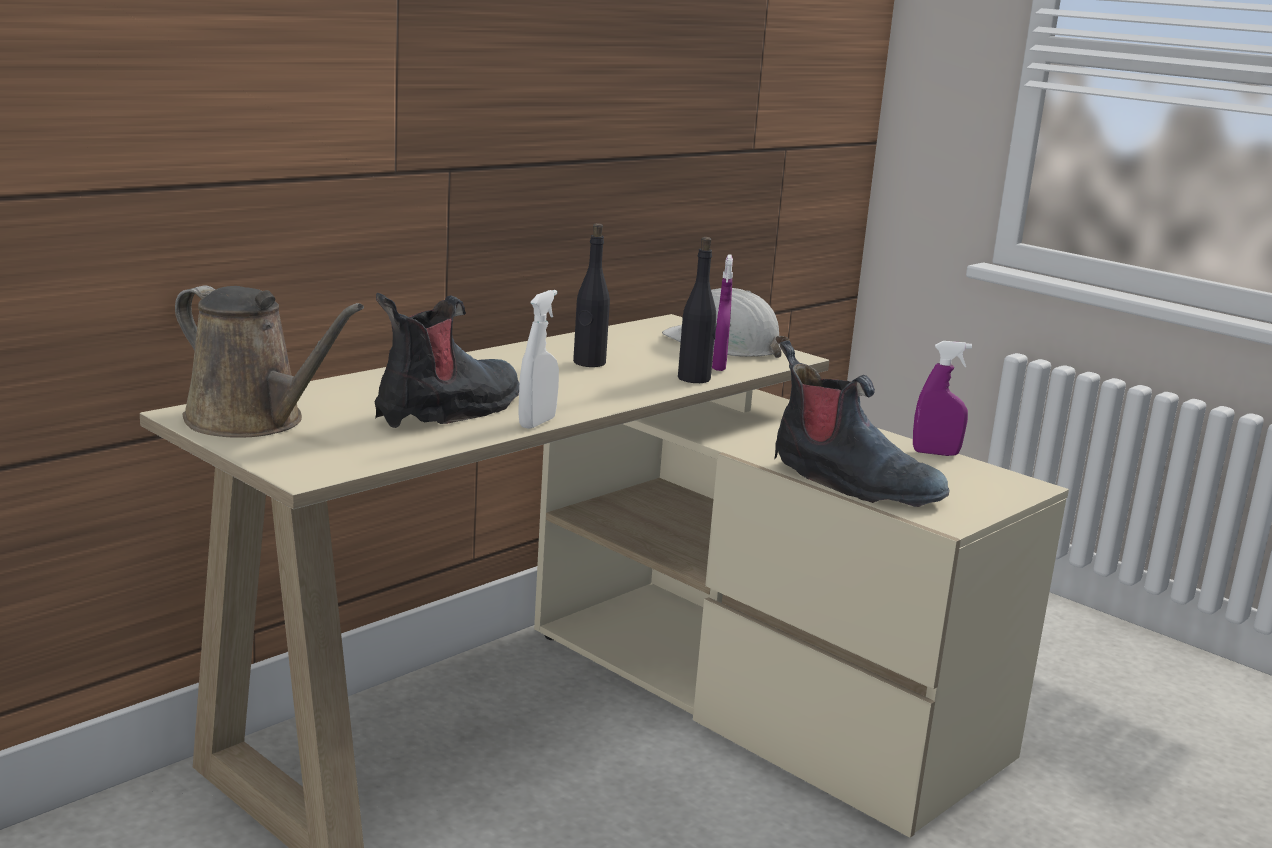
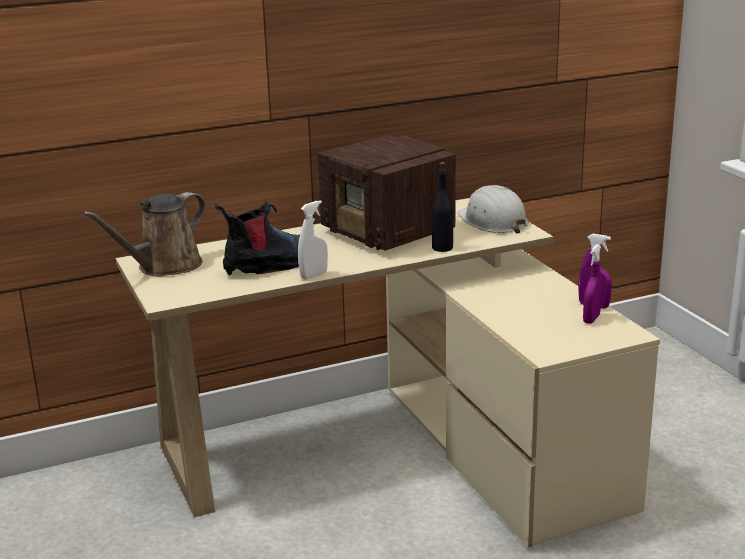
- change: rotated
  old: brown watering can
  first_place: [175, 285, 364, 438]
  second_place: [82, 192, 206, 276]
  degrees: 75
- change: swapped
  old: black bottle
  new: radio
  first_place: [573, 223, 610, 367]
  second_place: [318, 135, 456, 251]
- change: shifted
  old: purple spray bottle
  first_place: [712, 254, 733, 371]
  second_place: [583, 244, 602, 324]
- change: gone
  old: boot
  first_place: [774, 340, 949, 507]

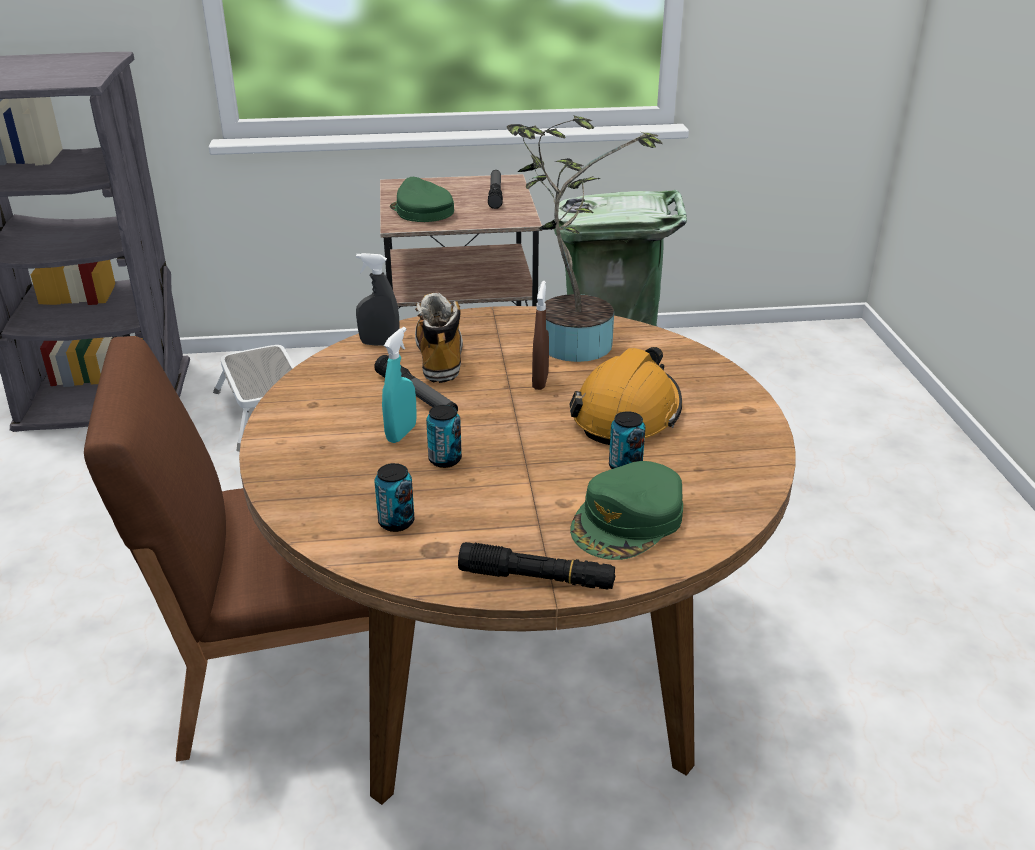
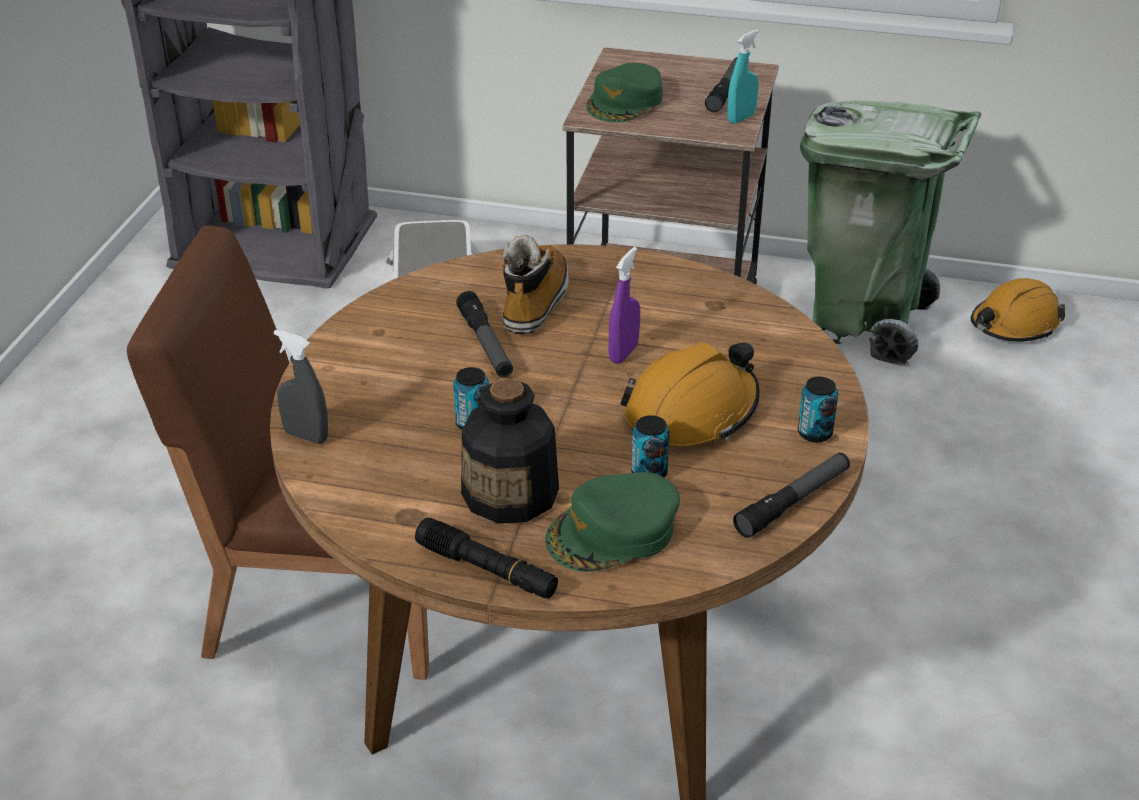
- change: shifted
  old: grey spray bottle
  first_place: [356, 253, 400, 346]
  second_place: [274, 330, 328, 444]
- change: shifted
  old: can
  first_place: [374, 463, 415, 532]
  second_place: [798, 376, 838, 442]
- change: shifted
  old: turquoise spray bottle
  first_place: [382, 327, 417, 443]
  second_place: [727, 29, 759, 124]
- change: rotated
  old: green cap
  first_place: [390, 177, 454, 222]
  second_place: [587, 63, 663, 122]
  degrees: -135
- change: gone
  old: potted plant
  first_place: [507, 115, 663, 362]
- change: repainted
  old: brown spray bottle
  new: purple spray bottle
  first_place: [532, 281, 549, 390]
  second_place: [609, 247, 640, 364]
- change: new
  new: bottle
  second_place: [461, 379, 559, 523]
- change: new
  new: flashlight
  second_place: [733, 453, 850, 538]
- change: new
  new: orange hard hat
  second_place: [971, 278, 1065, 342]

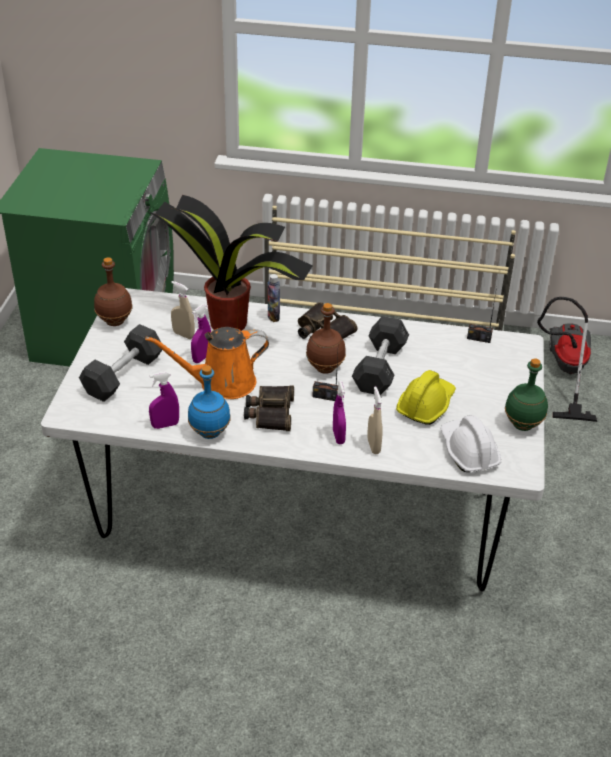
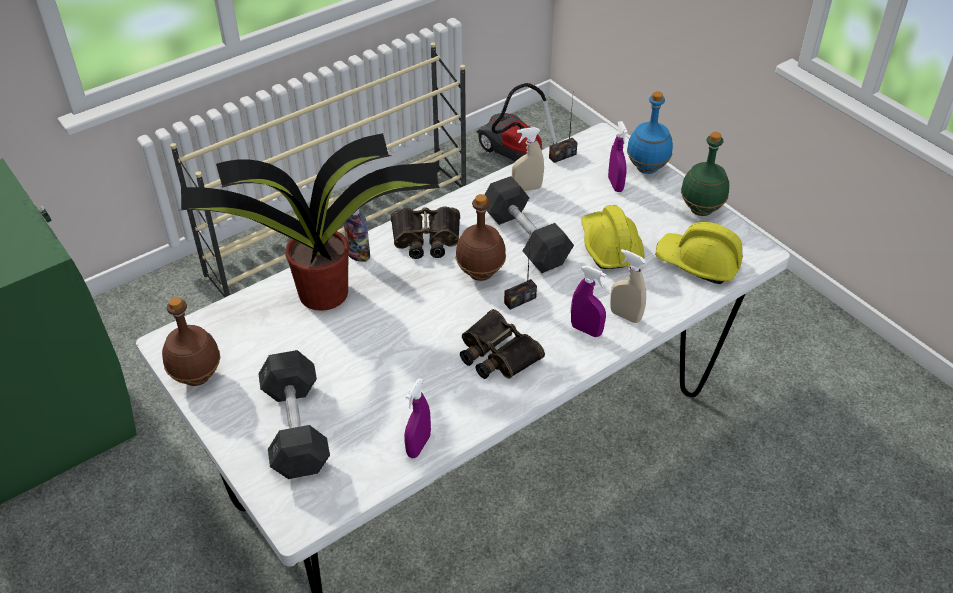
- change: gone
  old: orange watering can
  first_place: [145, 327, 269, 399]
- change: shifted
  old: beige spray bottle
  first_place: [171, 281, 195, 339]
  second_place: [512, 127, 544, 191]
- change: shifted
  old: blue bottle
  first_place: [188, 365, 231, 439]
  second_place: [627, 91, 673, 174]
- change: shifted
  old: purple spray bottle
  first_place: [191, 304, 211, 363]
  second_place: [608, 121, 628, 192]
- change: repainted
  old: white hard hat
  new: yellow hard hat
  first_place: [440, 415, 501, 472]
  second_place: [655, 222, 743, 284]

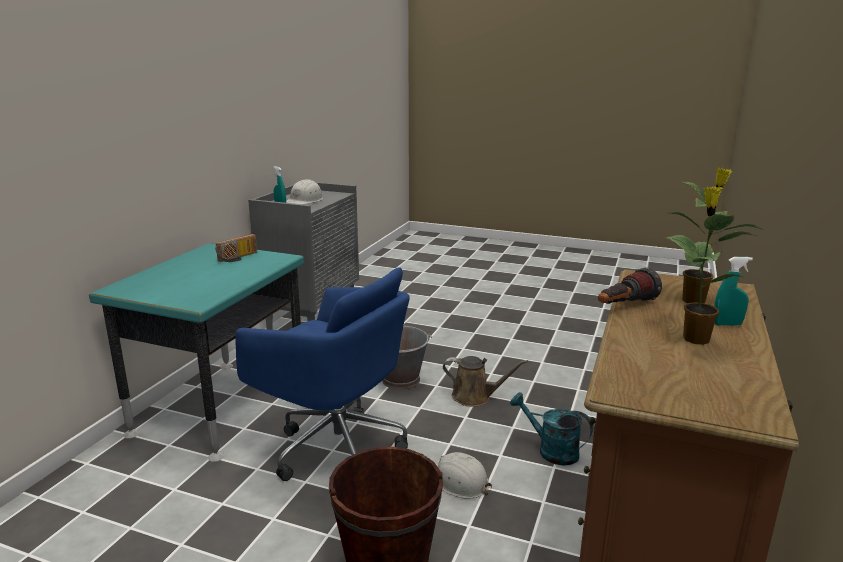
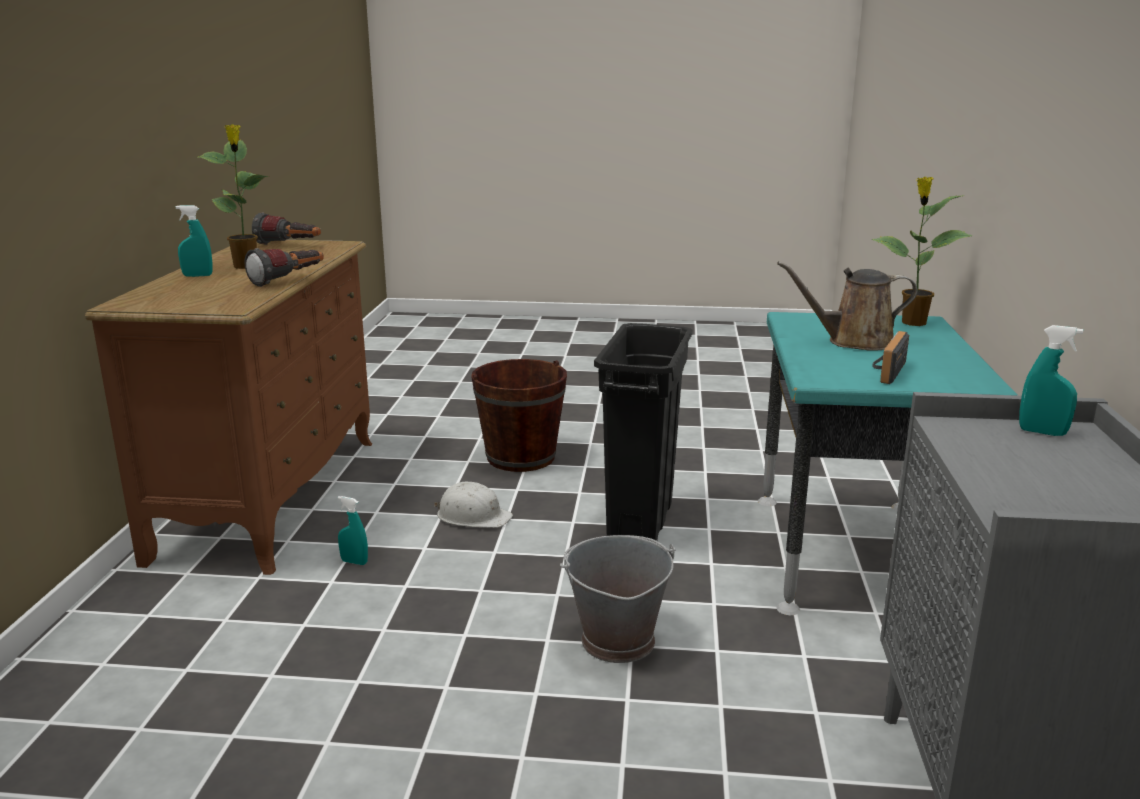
- change: swapped
  old: blue office chair
  new: black trash can
  first_place: [235, 267, 410, 481]
  second_place: [594, 323, 693, 541]
- change: gone
  old: white hard hat
  first_place: [286, 179, 324, 204]
- change: shifted
  old: brown watering can
  first_place: [443, 356, 528, 407]
  second_place: [777, 261, 917, 351]
- change: swapped
  old: turquoise watering can
  new: turquoise spray bottle
  first_place: [510, 392, 593, 465]
  second_place: [338, 496, 368, 565]
- change: shifted
  old: potted plant
  first_place: [670, 168, 758, 303]
  second_place: [872, 177, 973, 326]
- change: new
  new: flashlight
  second_place: [252, 213, 321, 245]

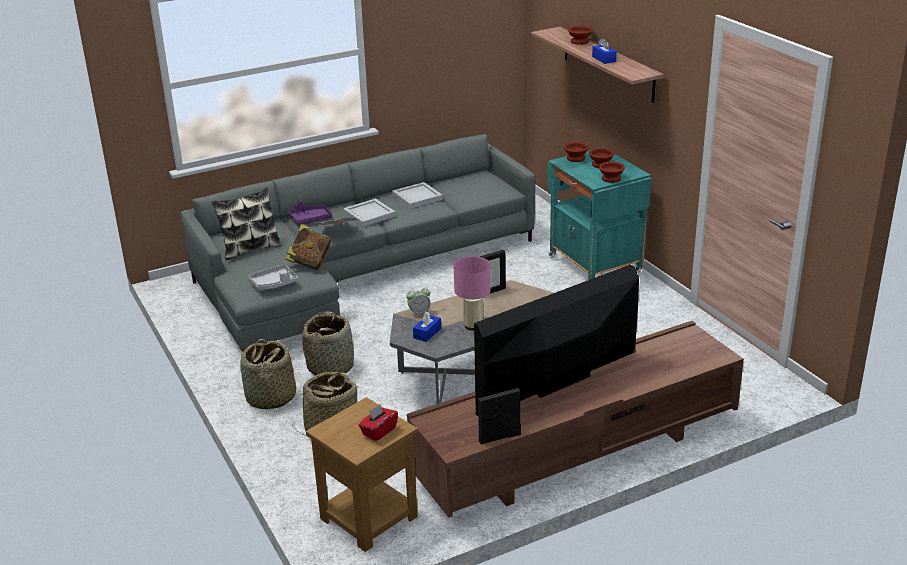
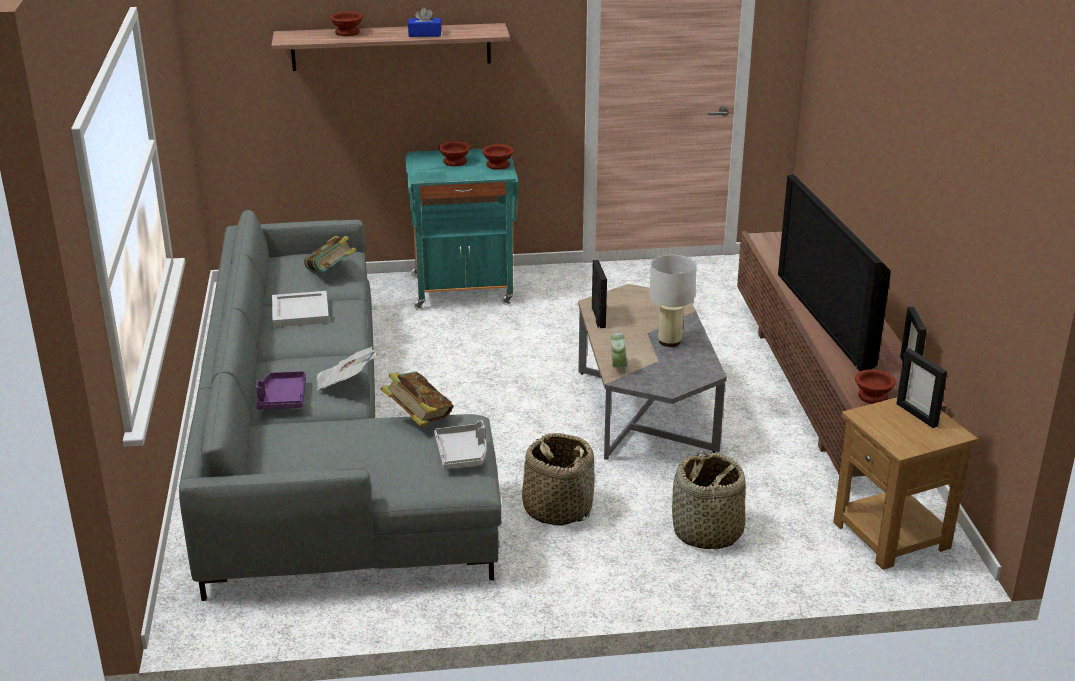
- change: gone
  old: pillow
  first_place: [212, 187, 282, 260]
- change: gone
  old: basket
  first_place: [240, 339, 296, 409]
- change: gone
  old: white tray
  first_place: [343, 198, 396, 227]
- change: swapped
  old: red tissue box
  new: picture frame
  first_place: [359, 404, 398, 441]
  second_place: [896, 348, 947, 428]
- change: gone
  old: blue tissue box
  first_place: [413, 312, 441, 342]
- change: repainted
  old: pink table lamp
  new: white table lamp
  first_place: [454, 256, 491, 331]
  second_place: [650, 254, 697, 347]
- change: shifted
  old: brown bowl
  first_place: [564, 142, 589, 162]
  second_place: [855, 369, 896, 404]
- change: new
  new: book
  second_place: [304, 236, 357, 273]

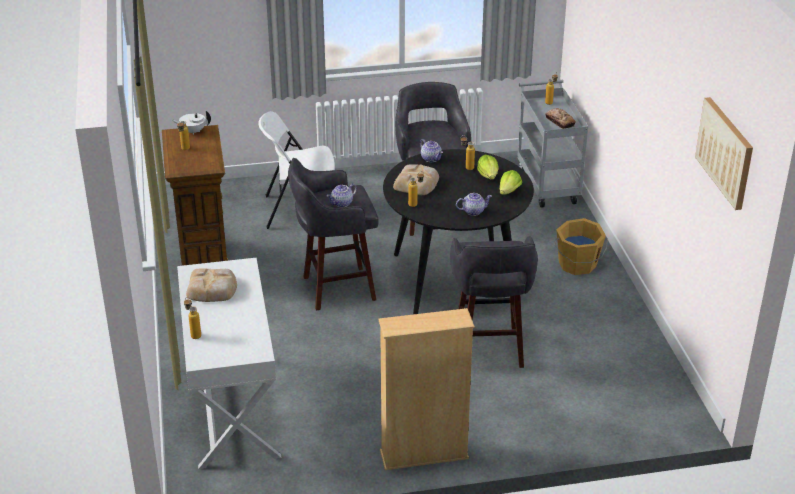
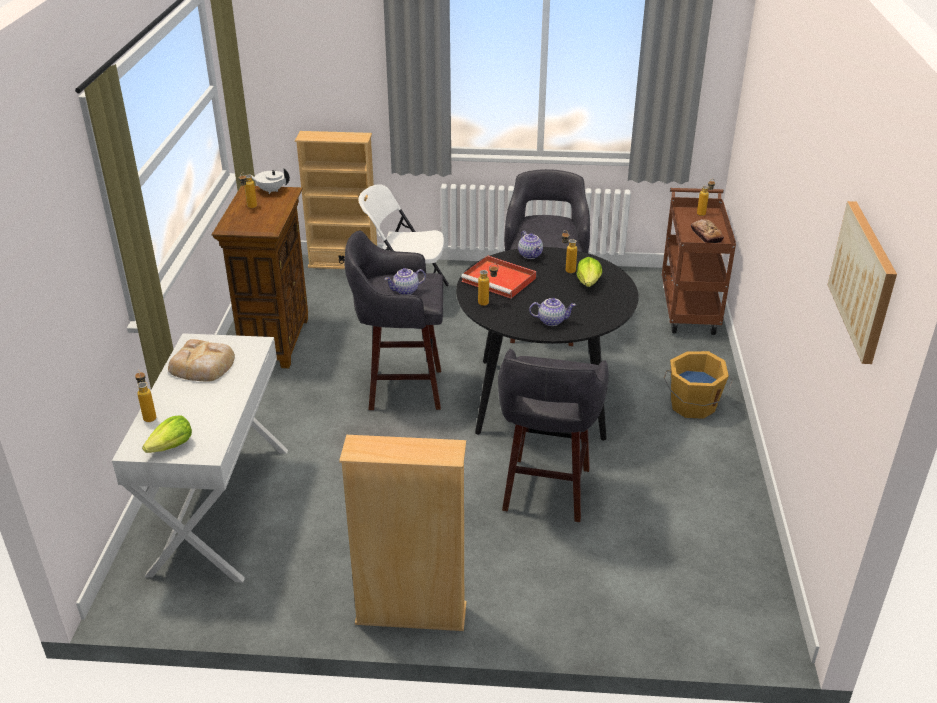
- change: swapped
  old: bread
  new: red tray
  first_place: [393, 164, 439, 195]
  second_place: [461, 255, 536, 299]
- change: shifted
  old: lettuce
  first_place: [499, 170, 522, 195]
  second_place: [142, 415, 192, 453]
- change: repainted
  old: grey cart
  new: brown cart
  first_place: [517, 79, 588, 208]
  second_place: [662, 188, 736, 335]
- change: new
  new: beige bookcase
  second_place: [295, 131, 377, 269]

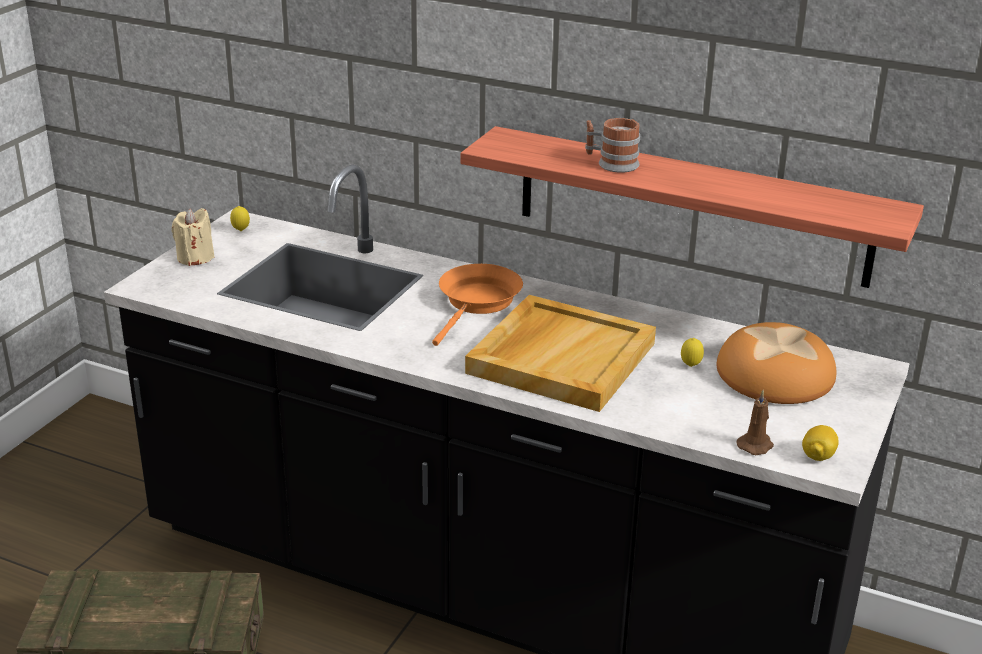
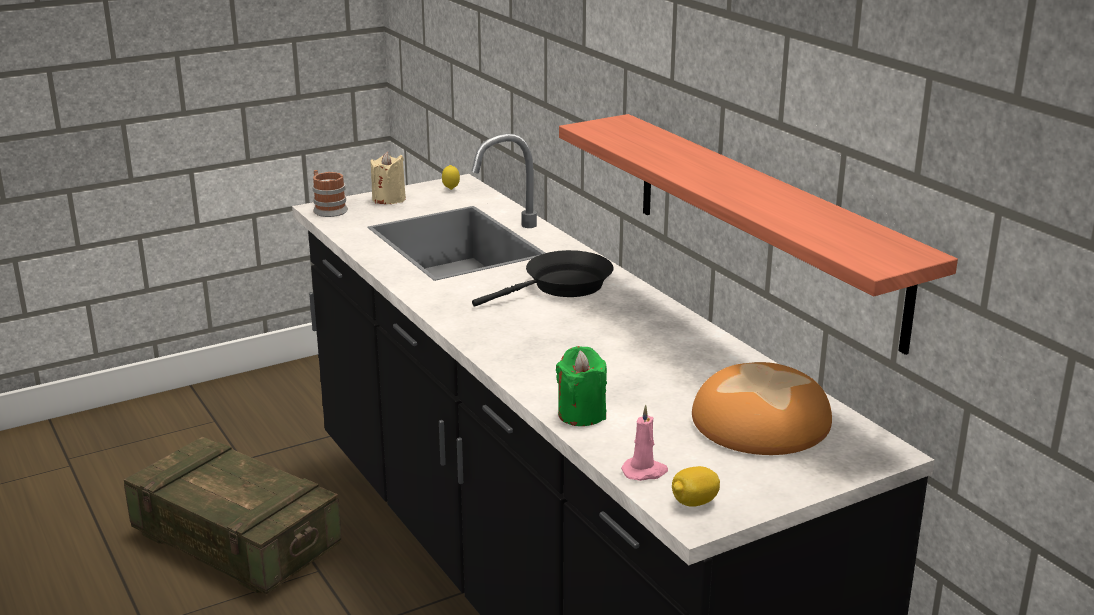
- change: repainted
  old: orange frying pan
  new: black frying pan
  first_place: [432, 264, 523, 346]
  second_place: [472, 250, 614, 307]
- change: gone
  old: beige tray
  first_place: [465, 295, 656, 412]
- change: shifted
  old: mug
  first_place: [585, 118, 640, 173]
  second_place: [312, 170, 348, 217]
- change: gone
  old: lemon
  first_place: [681, 338, 704, 367]
- change: repainted
  old: brown candle
  new: pink candle
  first_place: [736, 390, 774, 455]
  second_place: [621, 405, 668, 481]
- change: new
  new: green candle
  second_place: [556, 346, 607, 426]

